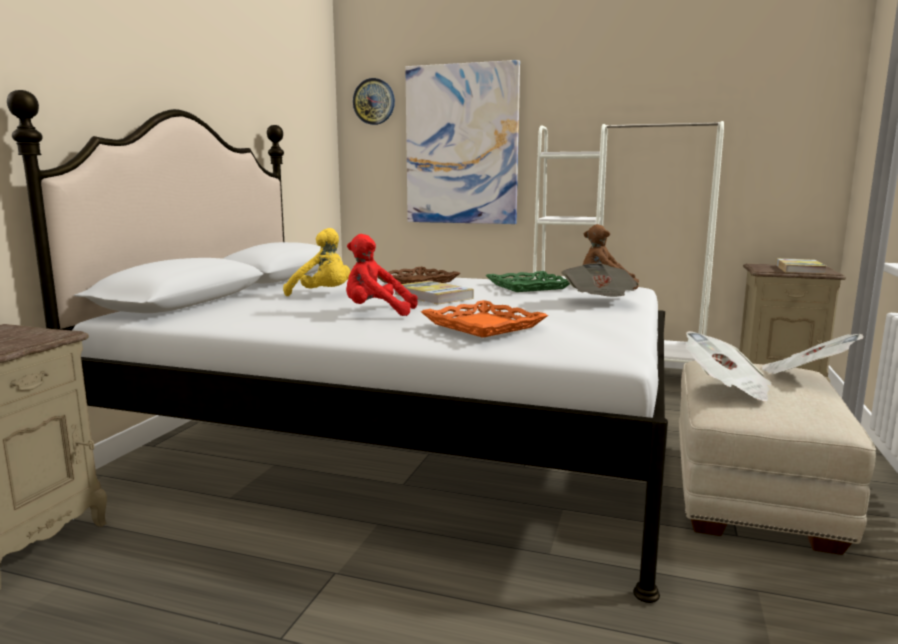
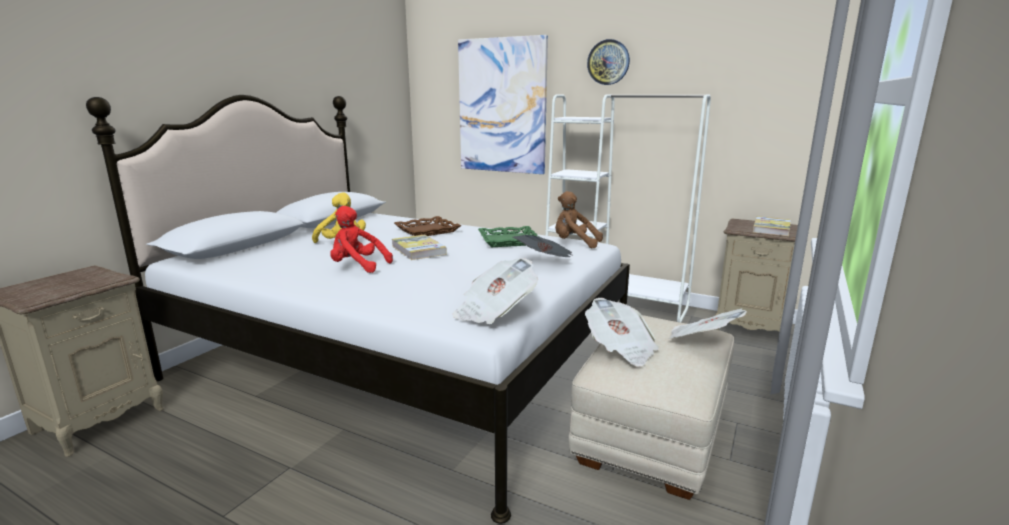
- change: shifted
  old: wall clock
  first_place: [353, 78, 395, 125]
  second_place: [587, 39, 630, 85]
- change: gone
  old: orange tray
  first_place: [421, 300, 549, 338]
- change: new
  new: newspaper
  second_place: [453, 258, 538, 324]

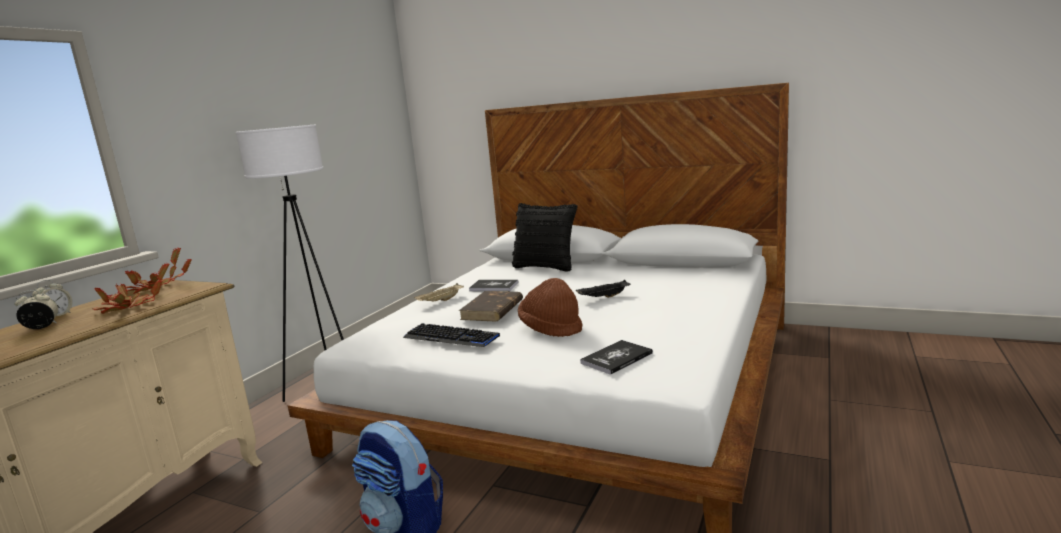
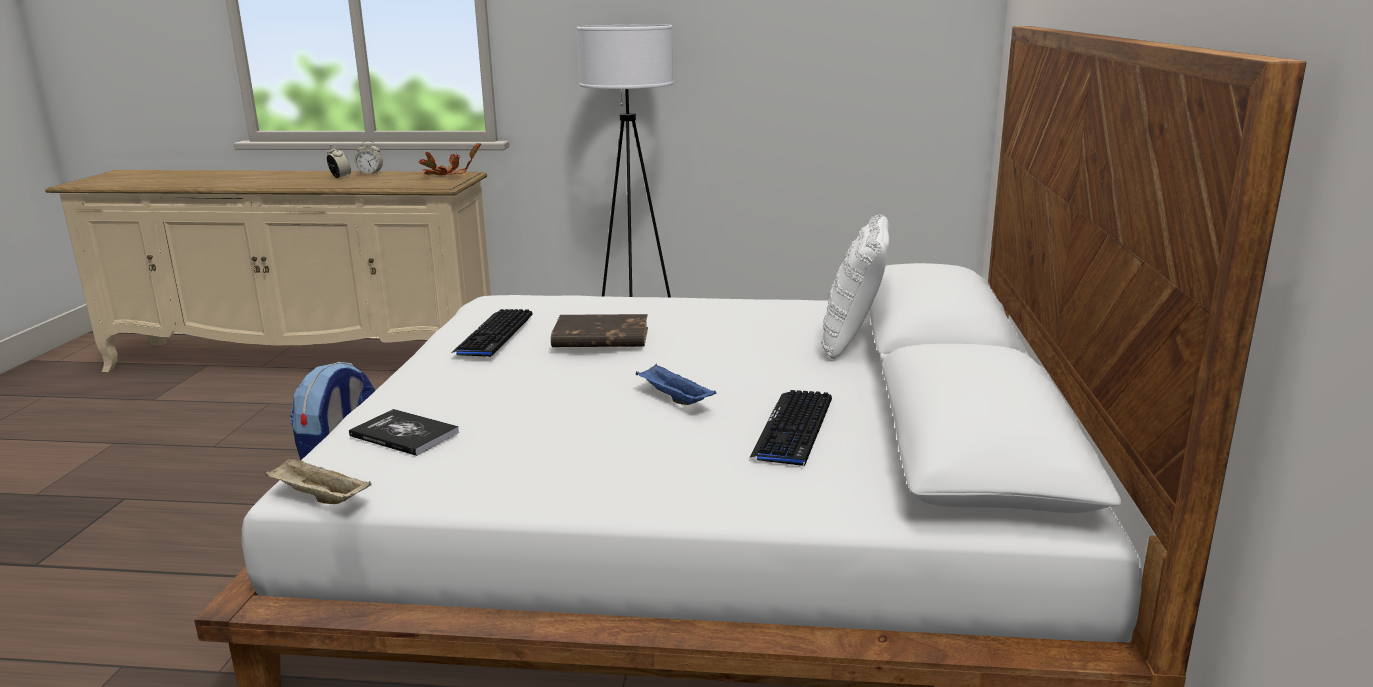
- change: gone
  old: potted plant
  first_place: [92, 263, 169, 314]
- change: shifted
  old: beige tray
  first_place: [414, 283, 464, 301]
  second_place: [264, 457, 372, 504]
- change: gone
  old: book
  first_place: [469, 280, 519, 291]
- change: repainted
  old: black pillow
  new: white pillow
  first_place: [512, 203, 578, 272]
  second_place: [821, 214, 889, 359]
- change: gone
  old: brown hat
  first_place: [518, 278, 582, 337]
- change: repainted
  old: black tray
  new: blue tray
  first_place: [576, 280, 630, 298]
  second_place: [636, 364, 716, 405]
- change: new
  new: keyboard
  second_place: [749, 390, 832, 467]

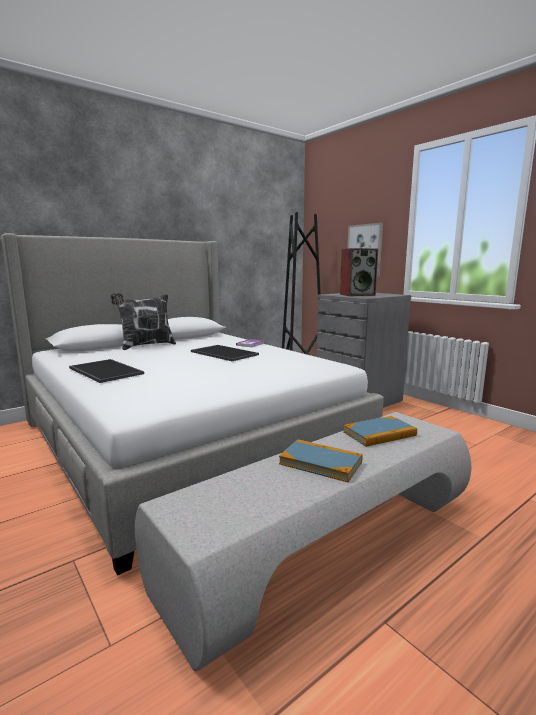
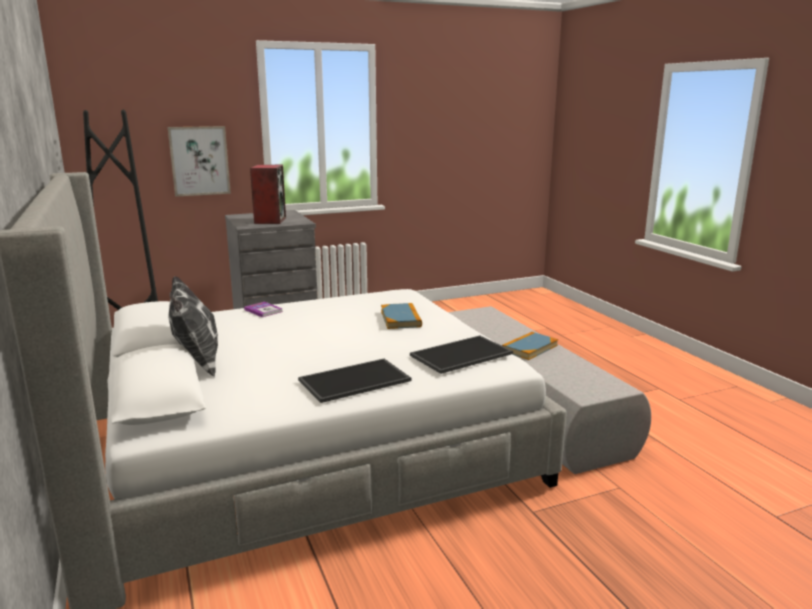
- change: shifted
  old: tray
  first_place: [191, 345, 259, 361]
  second_place: [410, 336, 513, 374]
- change: shifted
  old: book
  first_place: [343, 416, 417, 447]
  second_place: [381, 303, 422, 329]

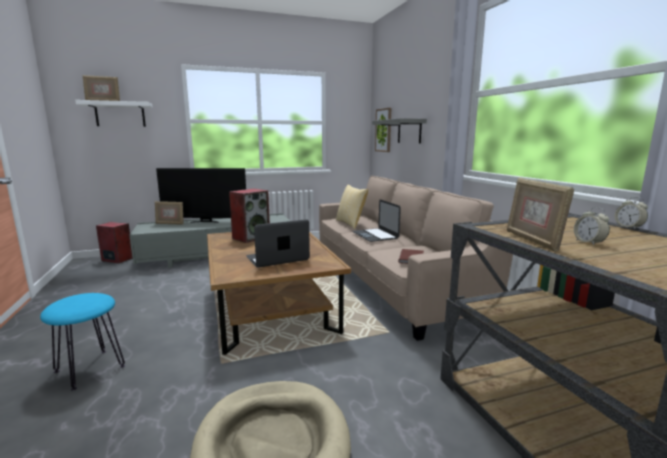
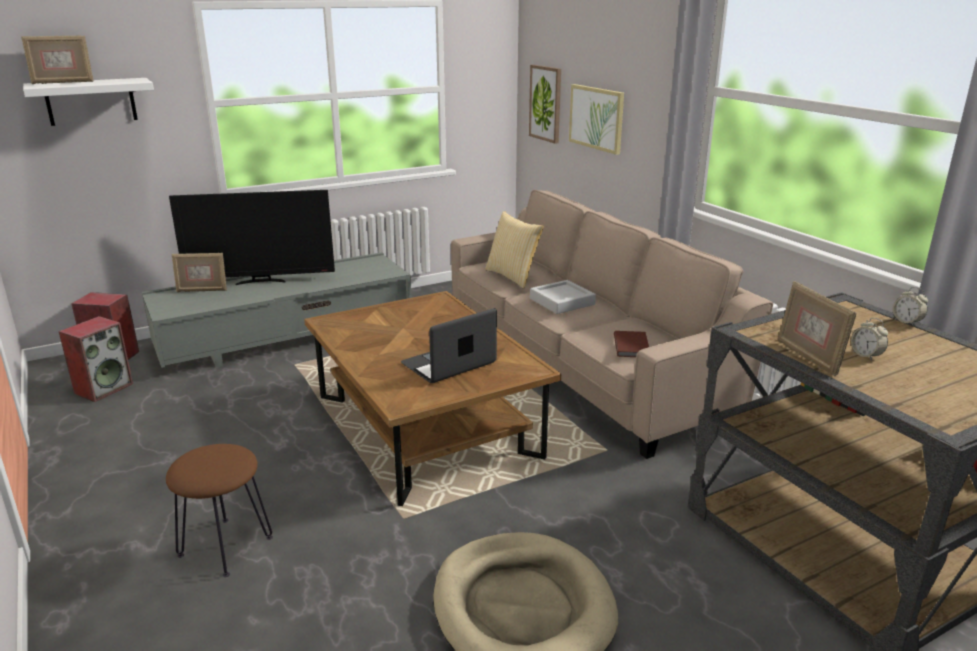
- change: repainted
  old: turquoise stool
  new: brown stool
  first_place: [40, 293, 125, 390]
  second_place: [166, 444, 273, 577]
- change: shifted
  old: speaker
  first_place: [229, 188, 270, 243]
  second_place: [59, 316, 133, 402]
- change: swapped
  old: laptop
  new: grey tray
  first_place: [352, 199, 401, 242]
  second_place: [530, 280, 596, 314]
- change: swapped
  old: grey shelf
  new: picture
  first_place: [372, 118, 427, 143]
  second_place: [569, 84, 624, 155]

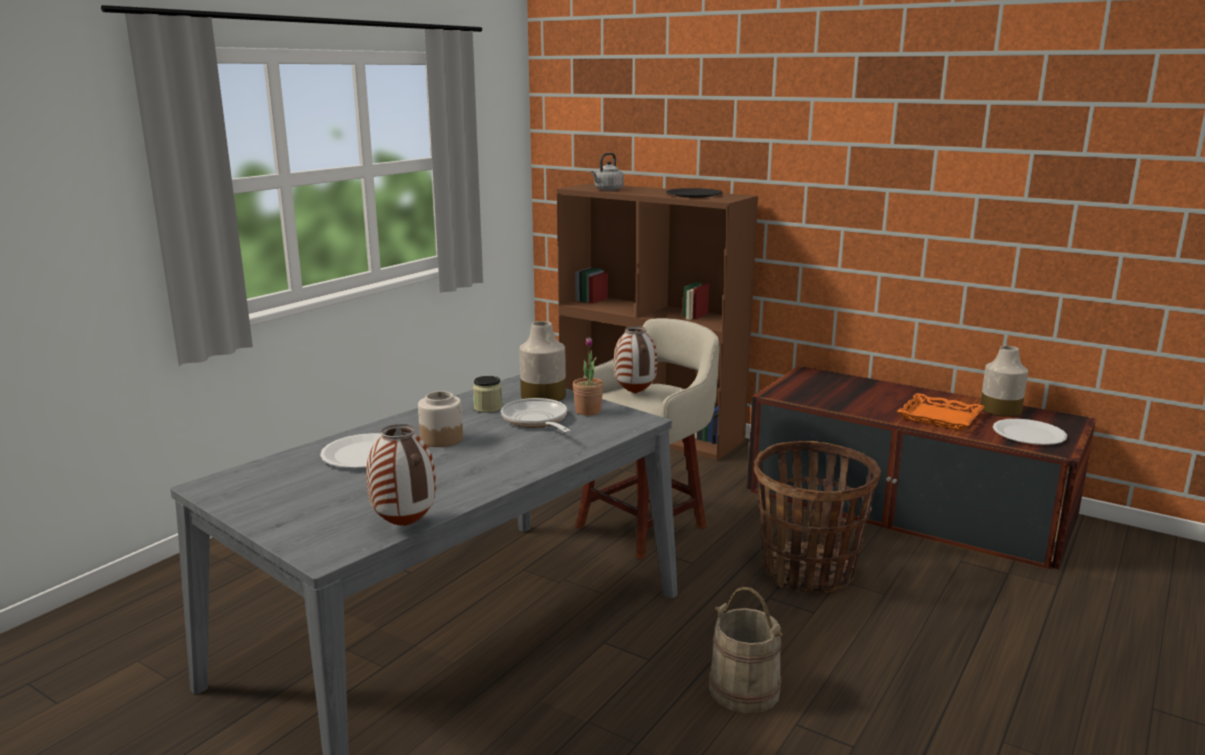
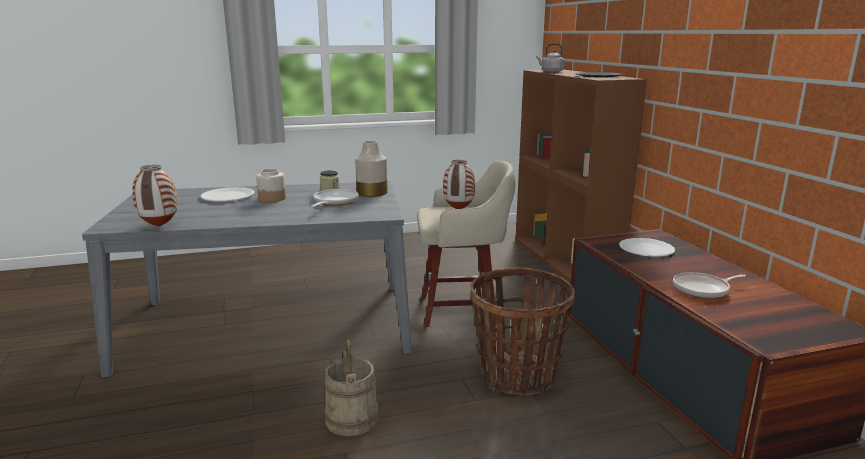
- change: gone
  old: potted plant
  first_place: [573, 337, 604, 416]
- change: swapped
  old: orange tray
  new: frying pan
  first_place: [897, 393, 985, 430]
  second_place: [673, 272, 746, 298]
- change: gone
  old: beige vase
  first_place: [980, 346, 1028, 417]
- change: shifted
  old: white plate
  first_place: [993, 419, 1067, 445]
  second_place: [619, 238, 675, 257]

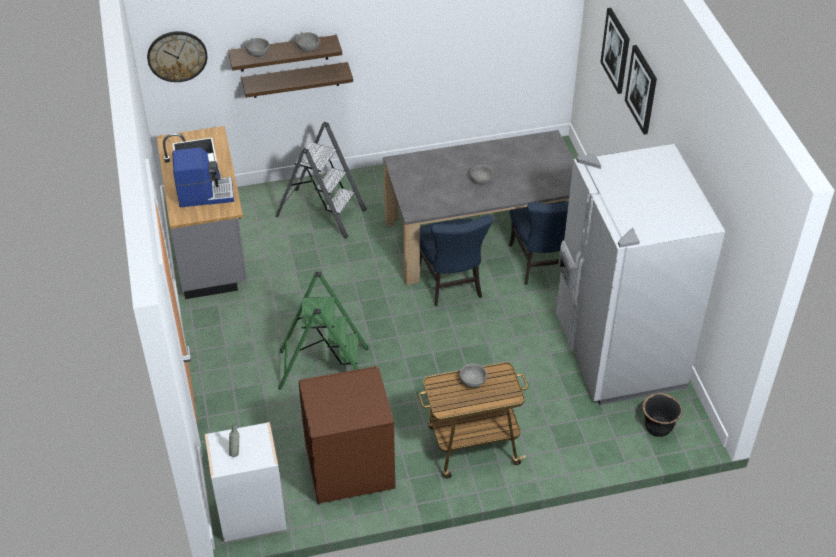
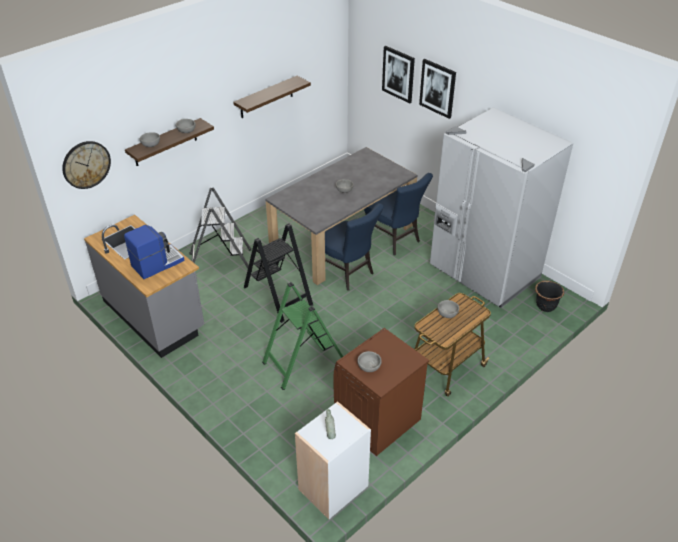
- change: shifted
  old: shelf
  first_place: [241, 62, 353, 98]
  second_place: [233, 76, 311, 118]
- change: new
  new: black step ladder
  second_place: [244, 223, 313, 323]
- change: new
  new: grey bowl
  second_place: [357, 351, 382, 372]

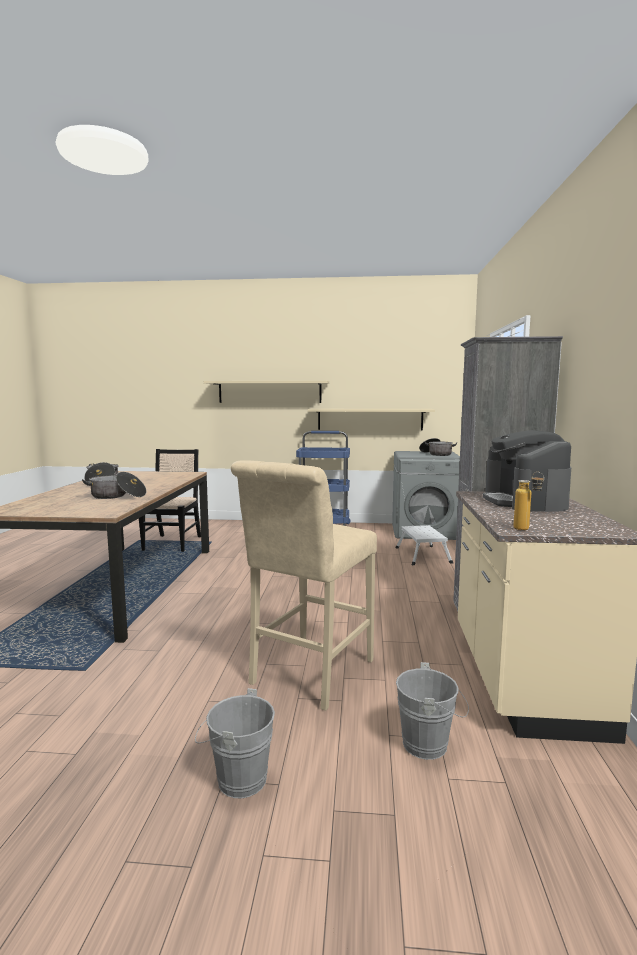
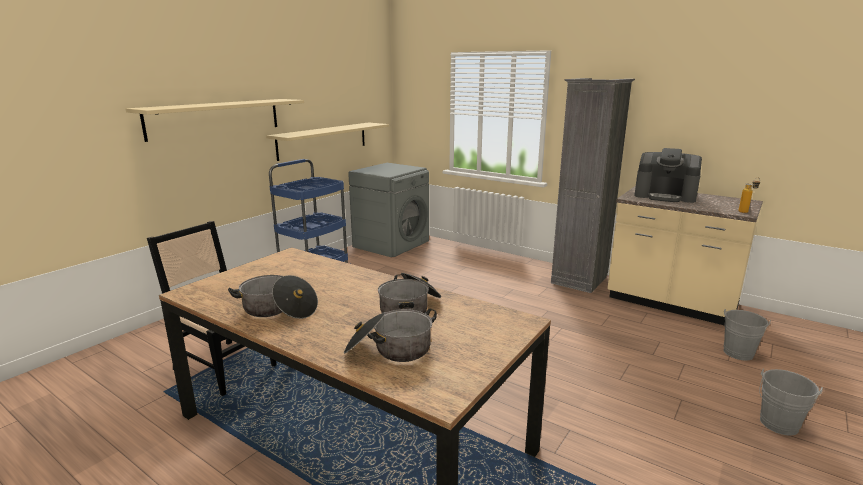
- change: gone
  old: beige stool
  first_place: [231, 460, 377, 711]
- change: gone
  old: white step ladder
  first_place: [395, 525, 453, 566]
- change: shifted
  old: cooking pot
  first_place: [419, 438, 457, 456]
  second_place: [344, 308, 437, 362]

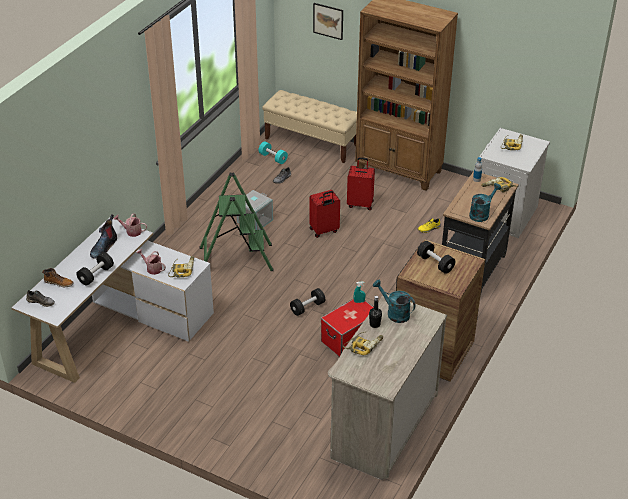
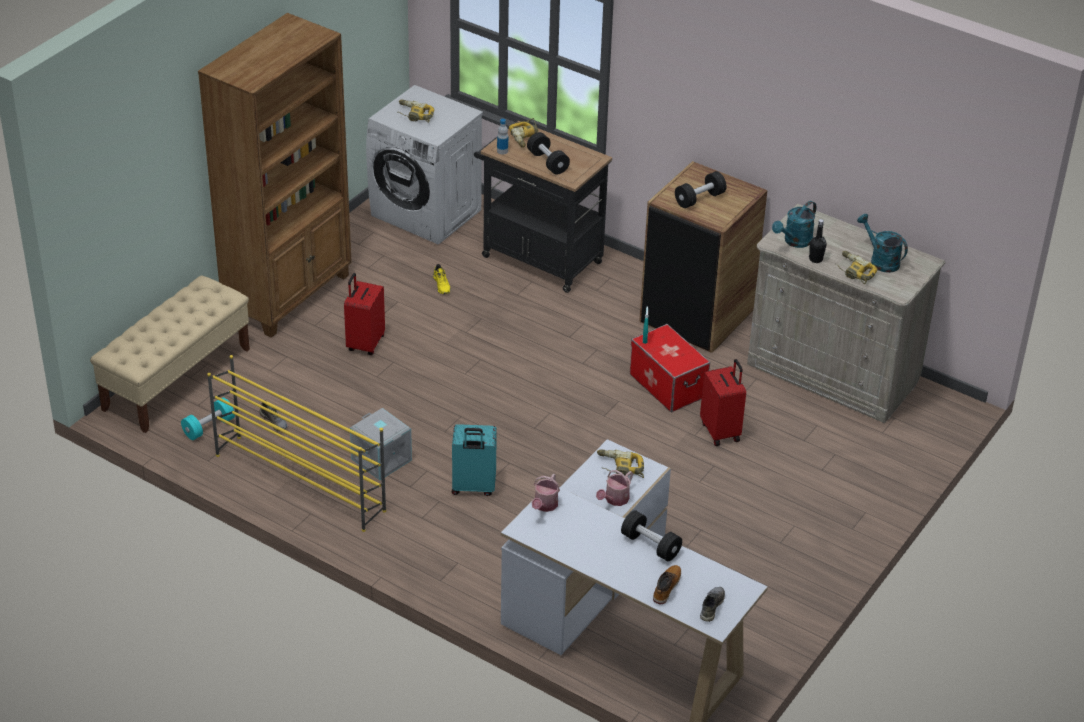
- change: gone
  old: boot
  first_place: [90, 214, 117, 259]
- change: swapped
  old: green step ladder
  new: turquoise suitcase
  first_place: [200, 172, 274, 271]
  second_place: [452, 424, 497, 496]
- change: shifted
  old: black dumbbell
  first_place: [290, 288, 325, 316]
  second_place: [527, 132, 570, 174]
- change: shifted
  old: red suitcase
  first_place: [310, 190, 340, 238]
  second_place: [700, 359, 746, 446]
- change: gone
  old: picture
  first_place: [313, 3, 343, 40]
- change: shifted
  old: turquoise watering can
  first_place: [469, 183, 501, 222]
  second_place: [857, 214, 908, 273]
- change: new
  new: yellow shoe rack
  second_place: [207, 355, 386, 532]

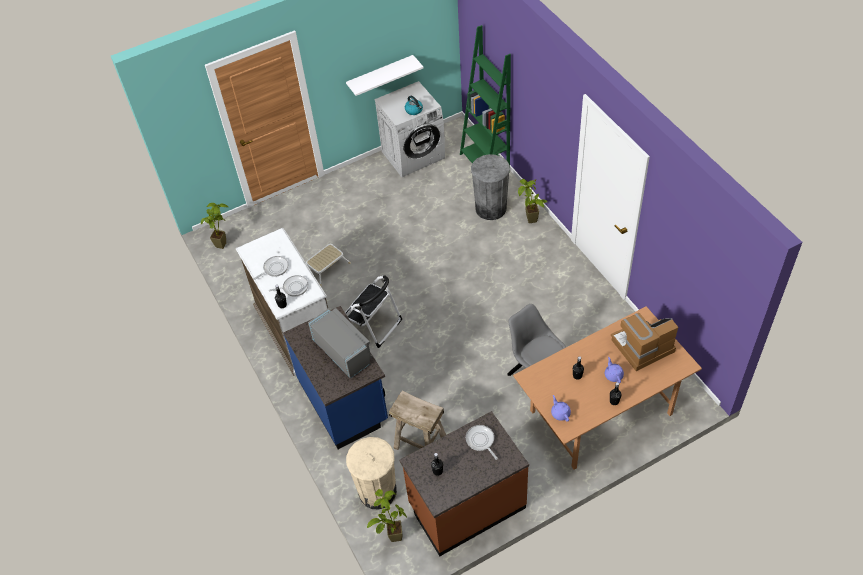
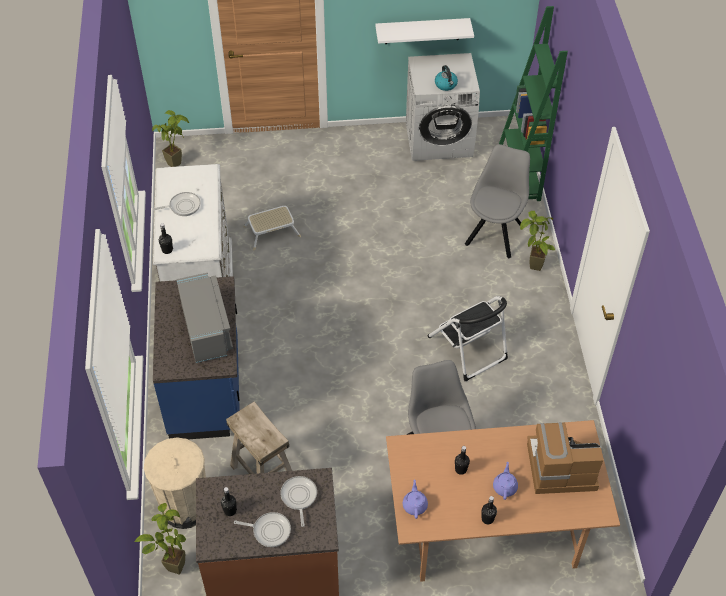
- change: shifted
  old: frying pan
  first_place: [269, 275, 308, 297]
  second_place: [234, 512, 291, 547]
- change: shifted
  old: step ladder
  first_place: [345, 275, 402, 348]
  second_place: [428, 296, 508, 381]
- change: swapped
  old: grey trash can
  new: grey chair
  first_place: [471, 154, 510, 220]
  second_place: [465, 144, 530, 259]

